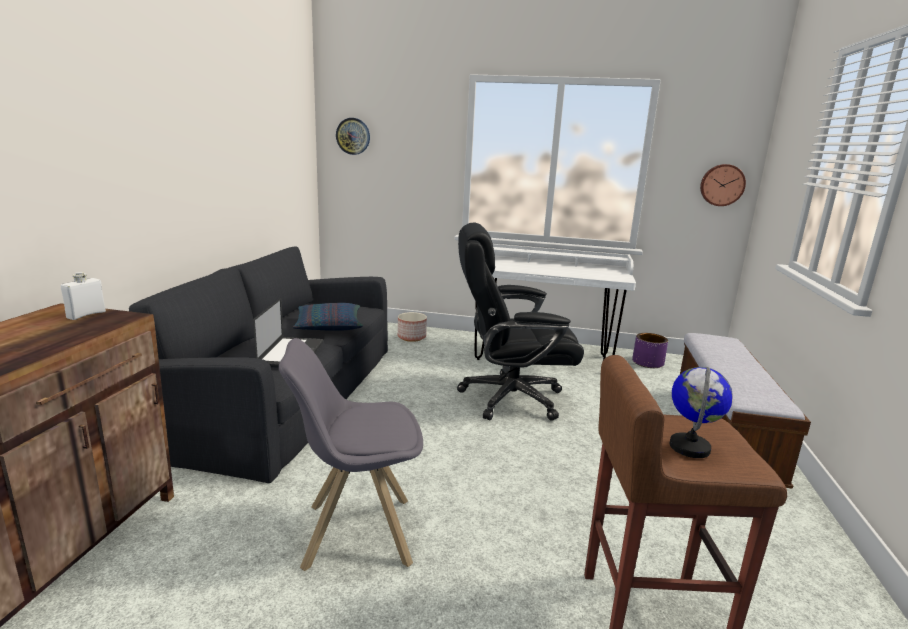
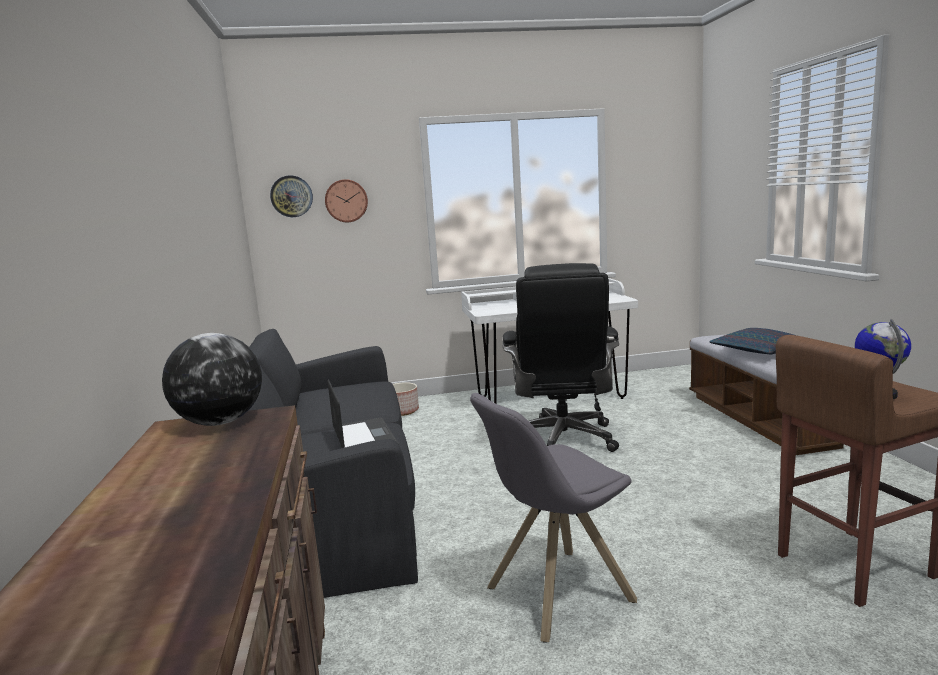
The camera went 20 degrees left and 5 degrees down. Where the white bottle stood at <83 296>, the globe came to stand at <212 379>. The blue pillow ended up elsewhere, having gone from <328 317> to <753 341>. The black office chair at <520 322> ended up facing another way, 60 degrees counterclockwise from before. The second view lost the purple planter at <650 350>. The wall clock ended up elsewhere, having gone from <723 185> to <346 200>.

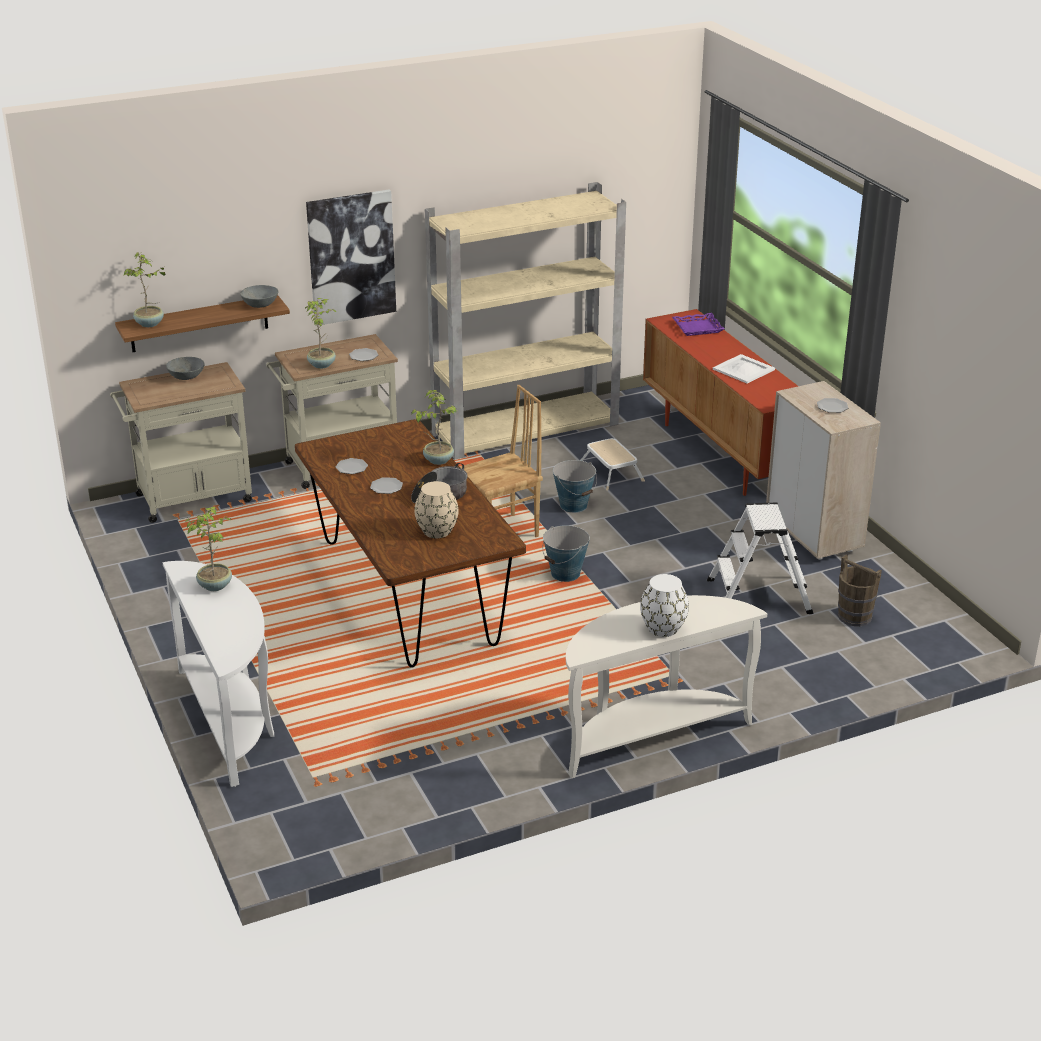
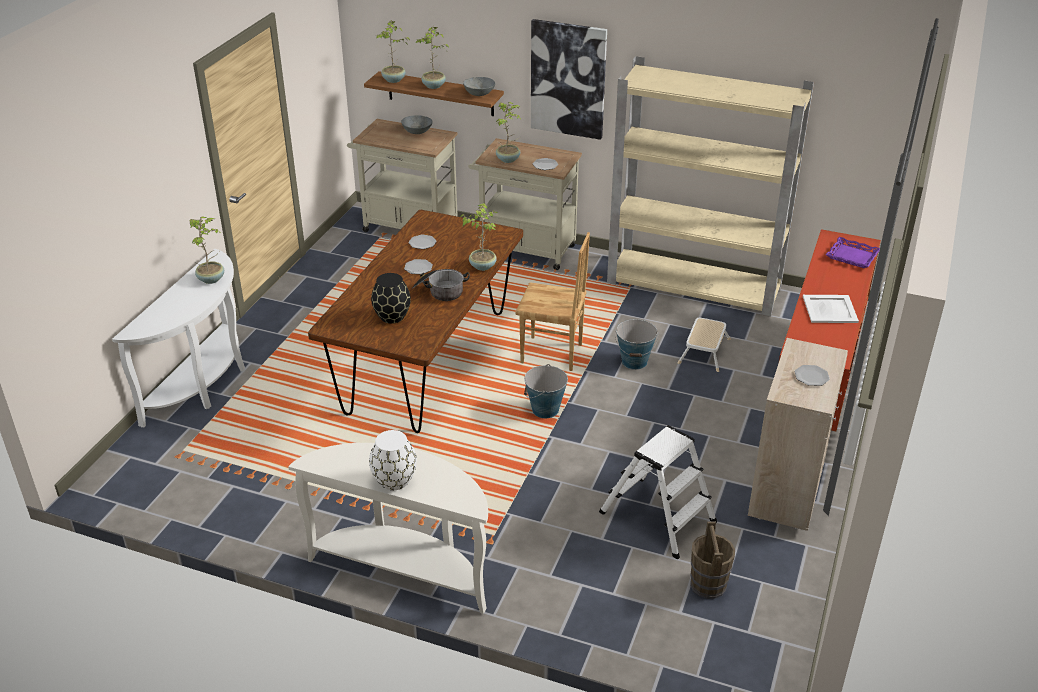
The camera went 45 degrees right and 5 degrees up. What was the beige vase at <436 509> turned into the black vase at <391 298>. The second view gained the potted plant at <432 57>.

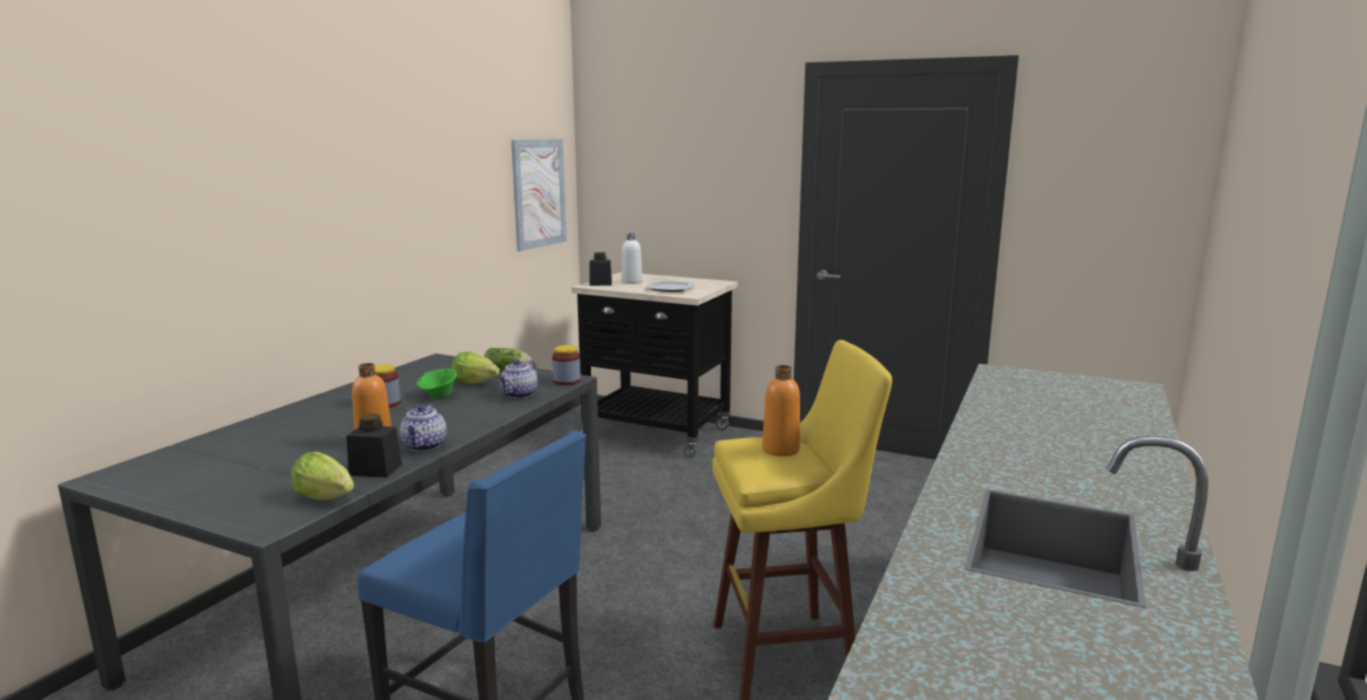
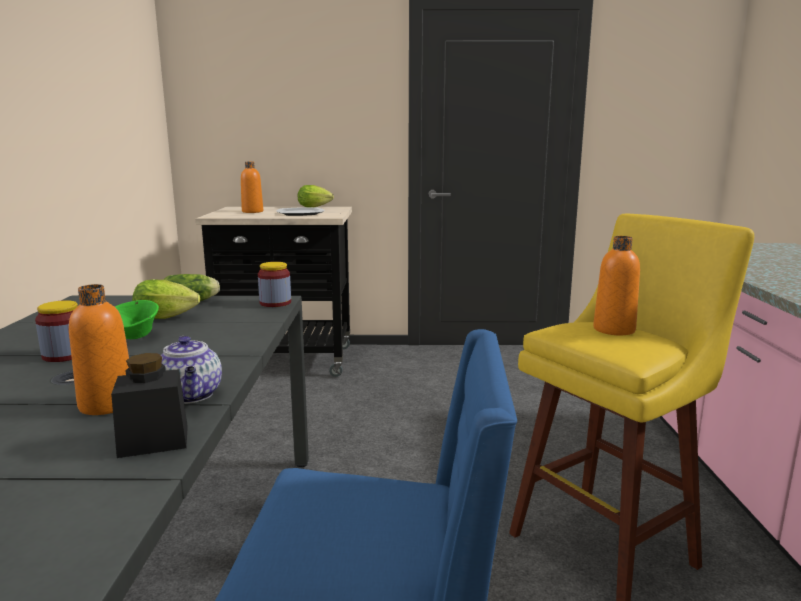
The camera went 25 degrees left and 0 degrees up. The lettuce ended up elsewhere, having gone from <322 476> to <316 196>. The second view lost the teapot at <518 378>. The second view lost the picture at <539 195>. The second view lost the black jar at <600 269>. What was the white bottle at <631 258> turned into the orange bottle at <252 187>.

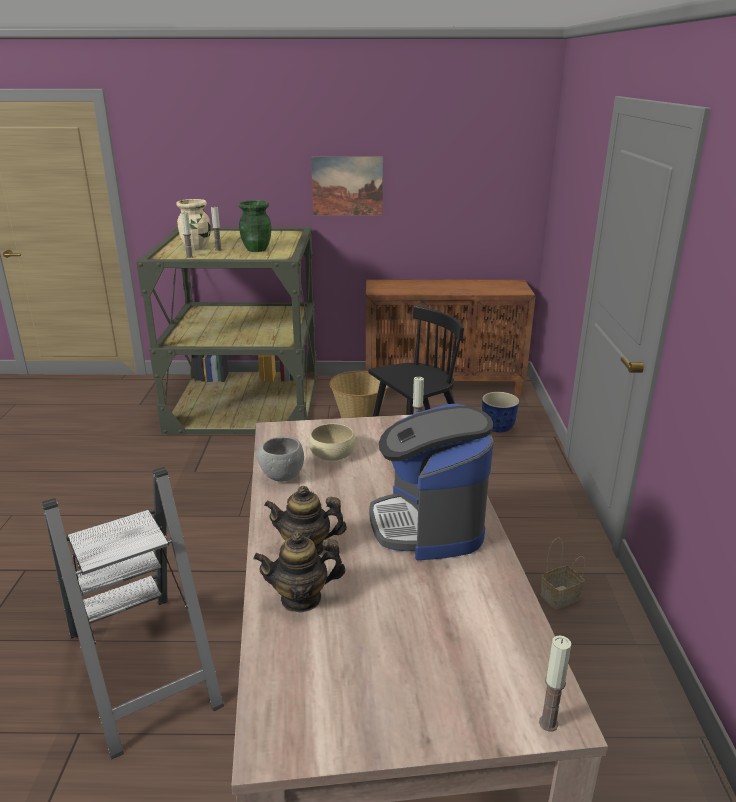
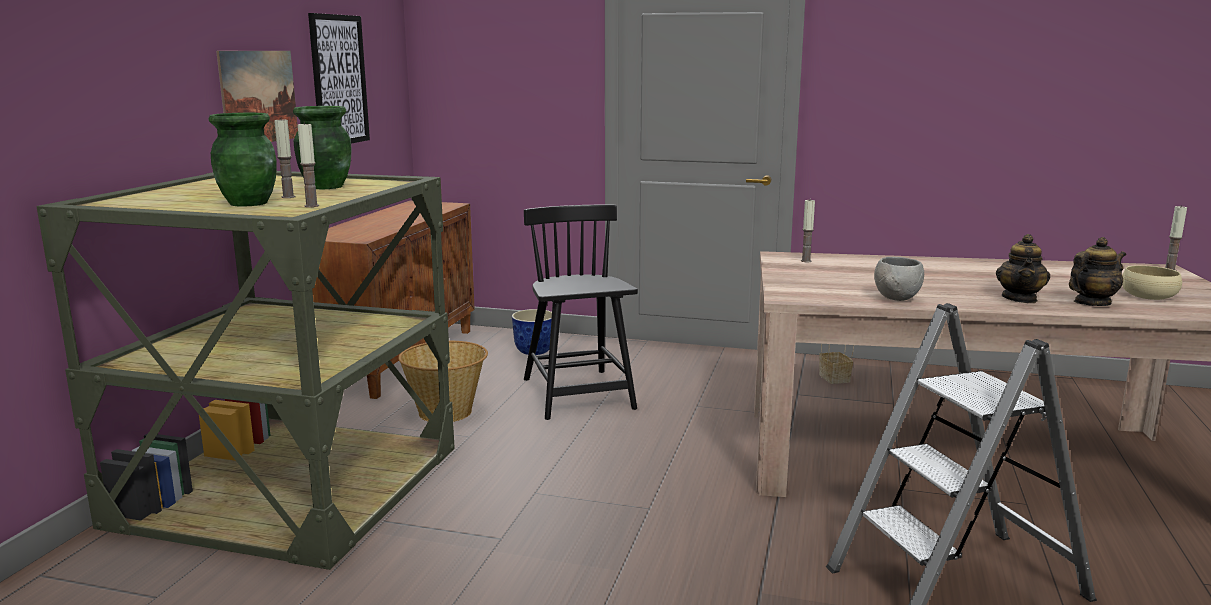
The camera went 75 degrees left and 10 degrees down. What was the beige vase at <193 224> turned into the green vase at <243 159>. The teapot at <299 572> ended up facing another way, 120 degrees counterclockwise from before. The beige bowl ended up elsewhere, having gone from <332 442> to <1152 282>. The second view lost the coffee machine at <431 482>. The second view gained the picture at <339 78>.

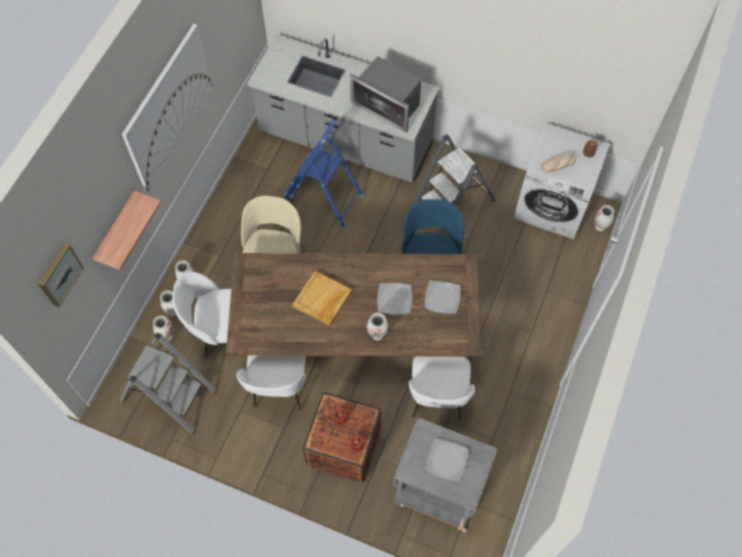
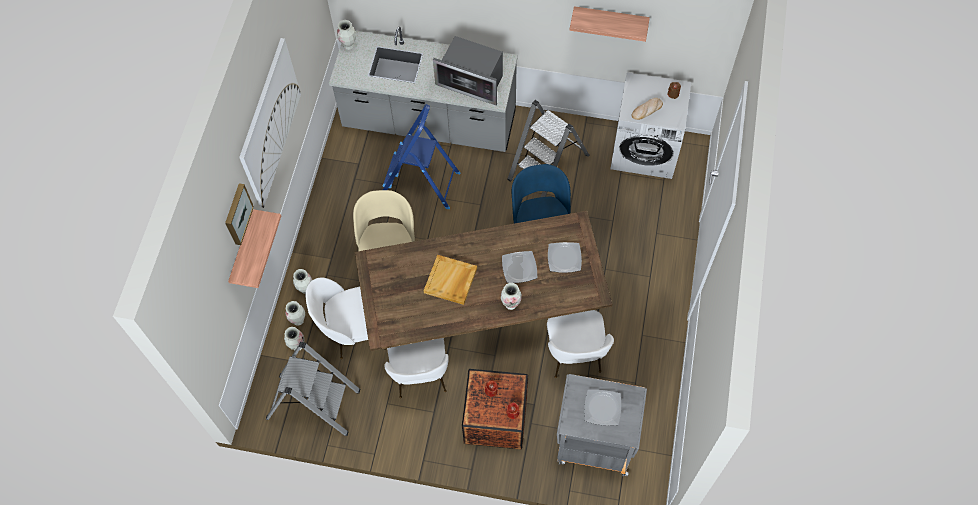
The camera went 10 degrees left and 0 degrees up. The picture ended up elsewhere, having gone from <61 275> to <239 214>. The vase ended up elsewhere, having gone from <604 218> to <346 35>. The second view gained the shelf at <610 24>.

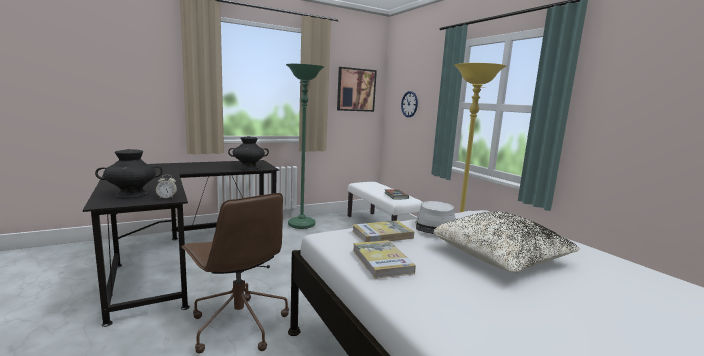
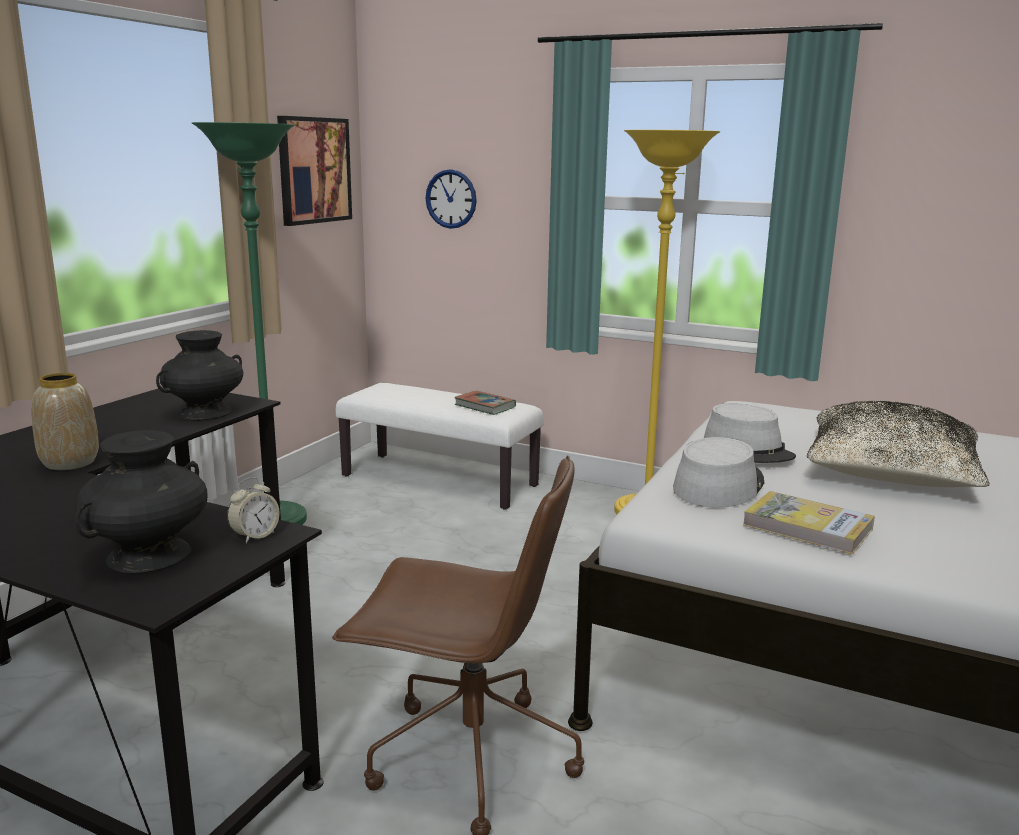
The camera went 35 degrees left and 5 degrees up. Where the book stood at <383 231>, the grey hat came to stand at <718 472>. The second view gained the vase at <65 421>.

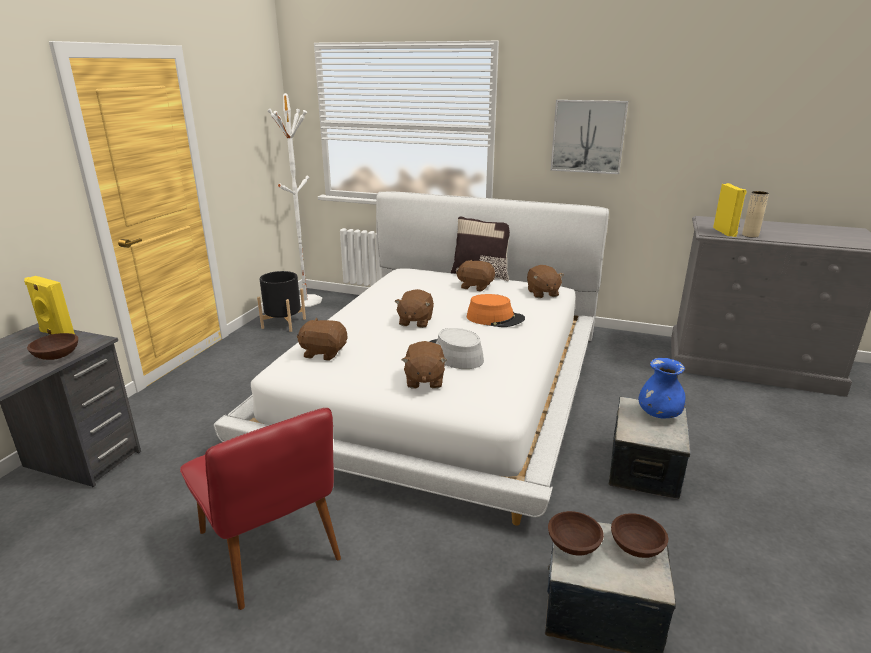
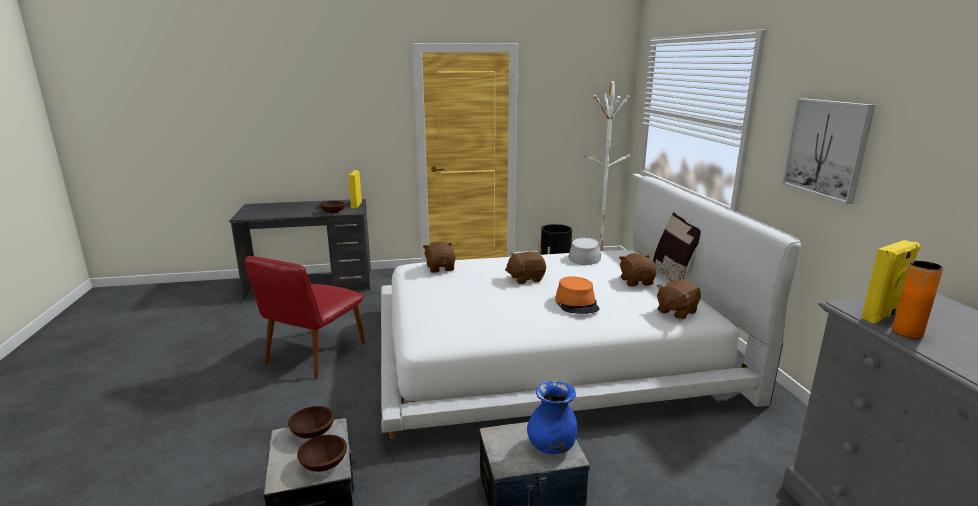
The camera went 60 degrees right and 5 degrees down. The second view lost the brown plush toy at <424 365>. The grey hat ended up elsewhere, having gone from <456 348> to <584 251>. What was the beige vase at <755 214> turned into the orange vase at <917 299>.

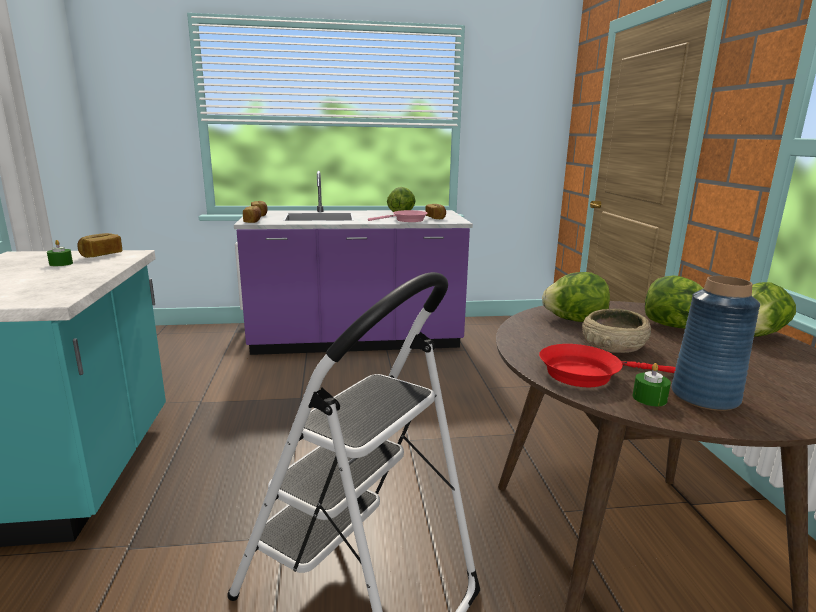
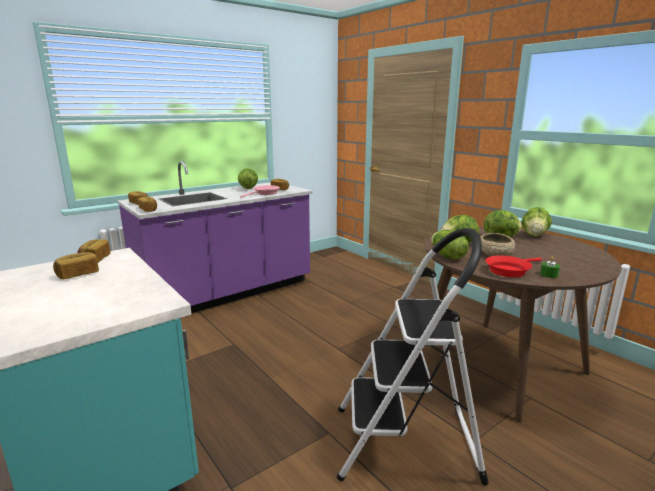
The camera went 30 degrees left and 0 degrees up. Where the green candle stood at <60 253>, the bread came to stand at <76 265>. The second view lost the blue vase at <715 343>. The second view gained the lettuce at <450 245>.

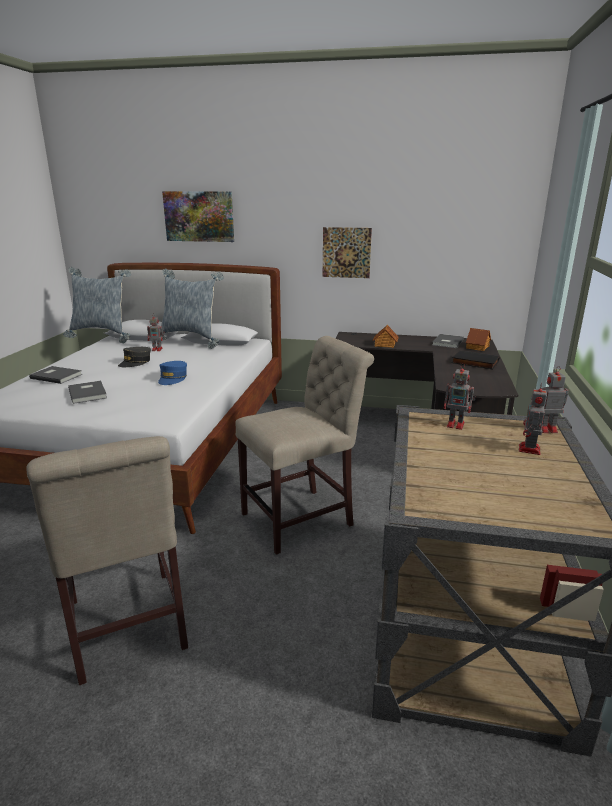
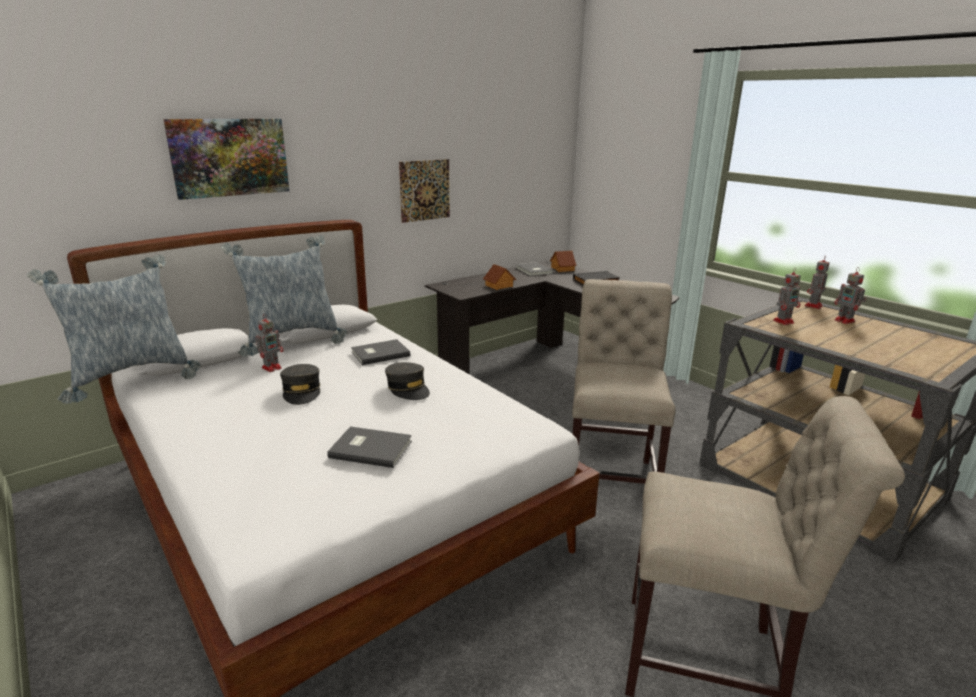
The camera went 50 degrees left and 0 degrees up. The grey book ended up elsewhere, having gone from <56 375> to <380 352>. What was the blue cap at <172 373> turned into the grey cap at <407 381>.

